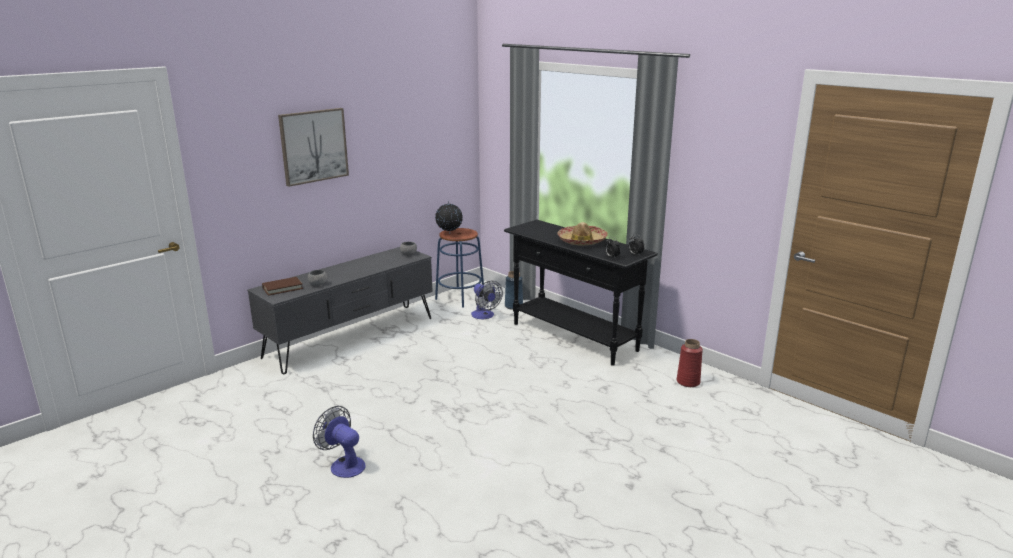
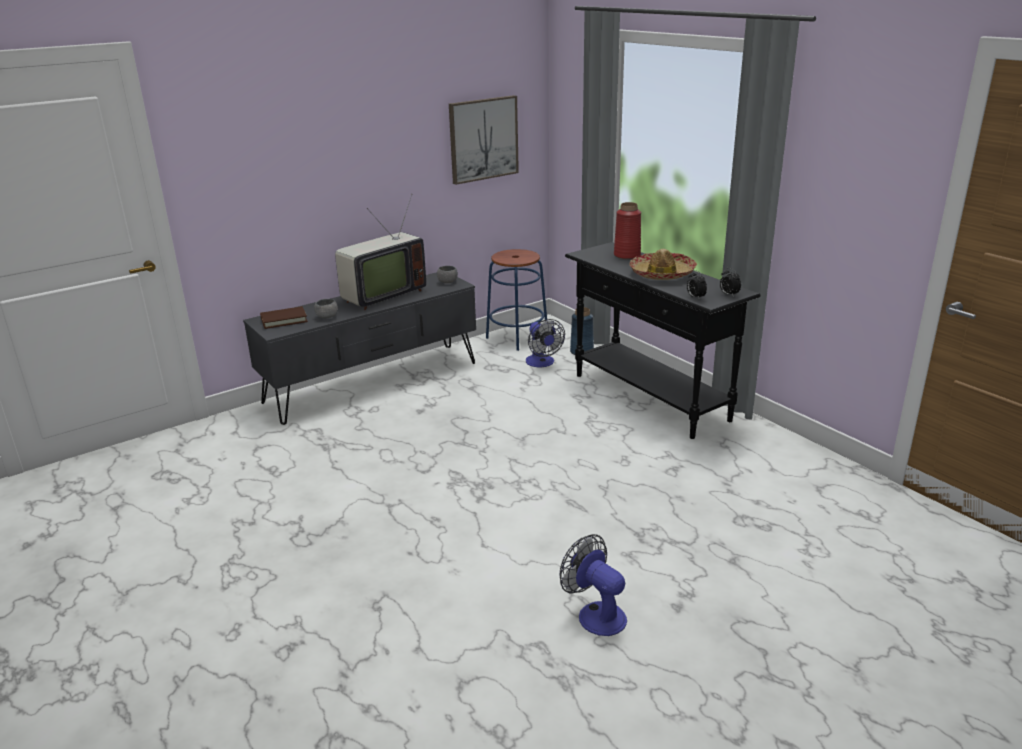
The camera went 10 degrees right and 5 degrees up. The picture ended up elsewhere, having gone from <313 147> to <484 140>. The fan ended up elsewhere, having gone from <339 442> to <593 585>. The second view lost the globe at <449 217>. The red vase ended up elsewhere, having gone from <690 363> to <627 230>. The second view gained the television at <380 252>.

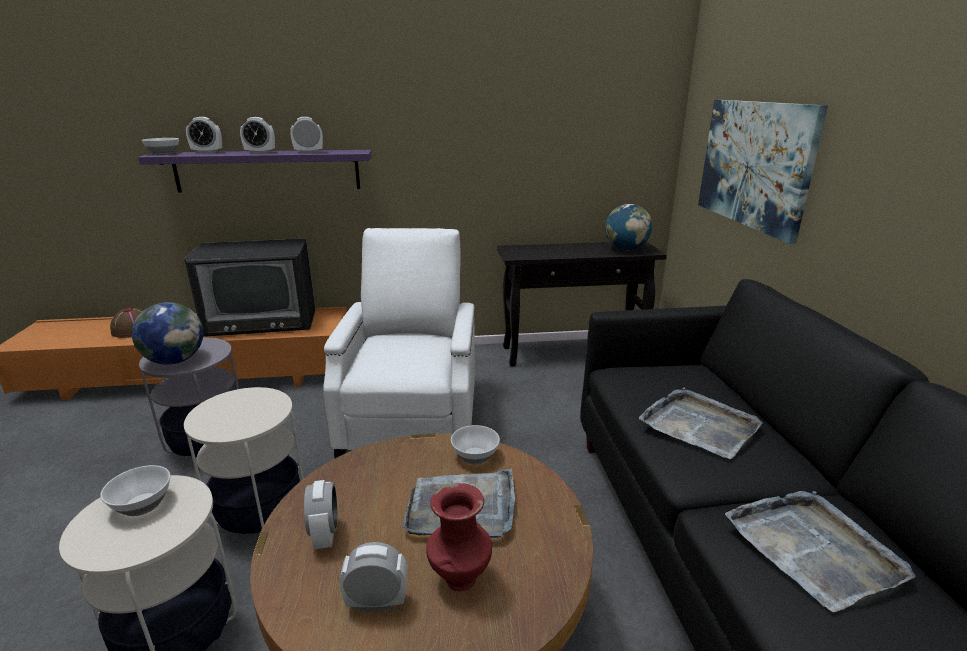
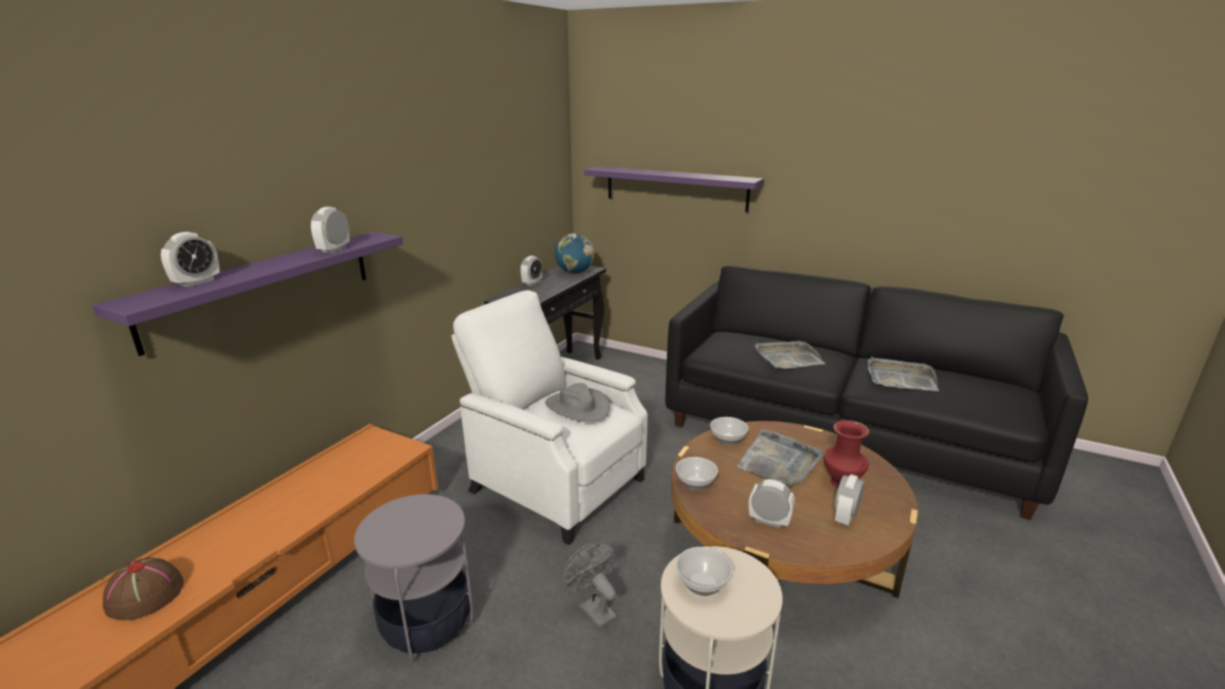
The camera went 55 degrees left and 0 degrees up. The second view lost the globe at <167 333>. The bowl ended up elsewhere, having gone from <160 146> to <697 473>. The second view lost the television at <249 288>. Where the beige side table stood at <244 460>, the grey fan came to stand at <589 585>. The alarm clock ended up elsewhere, having gone from <257 135> to <531 271>. Where the picture hung at <763 172>, the purple shelf came to hang at <674 189>. The second view gained the grey hat at <577 402>.

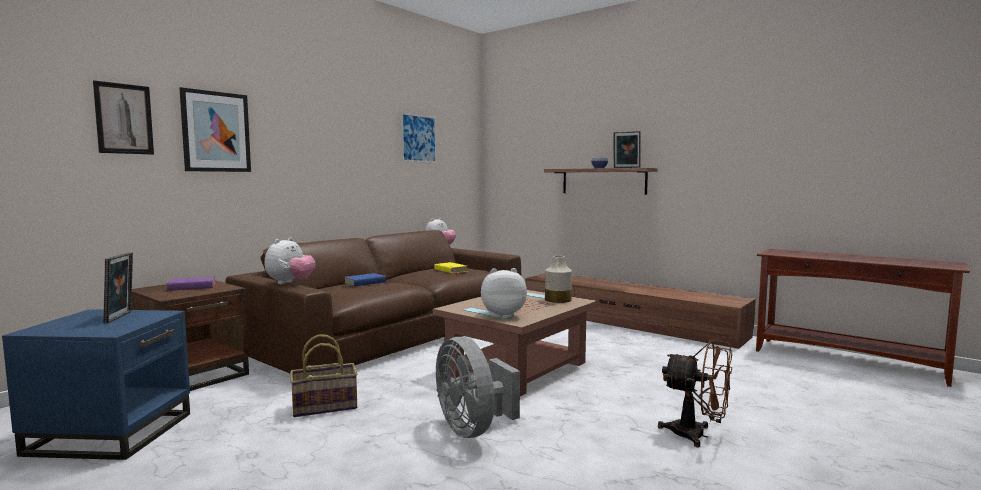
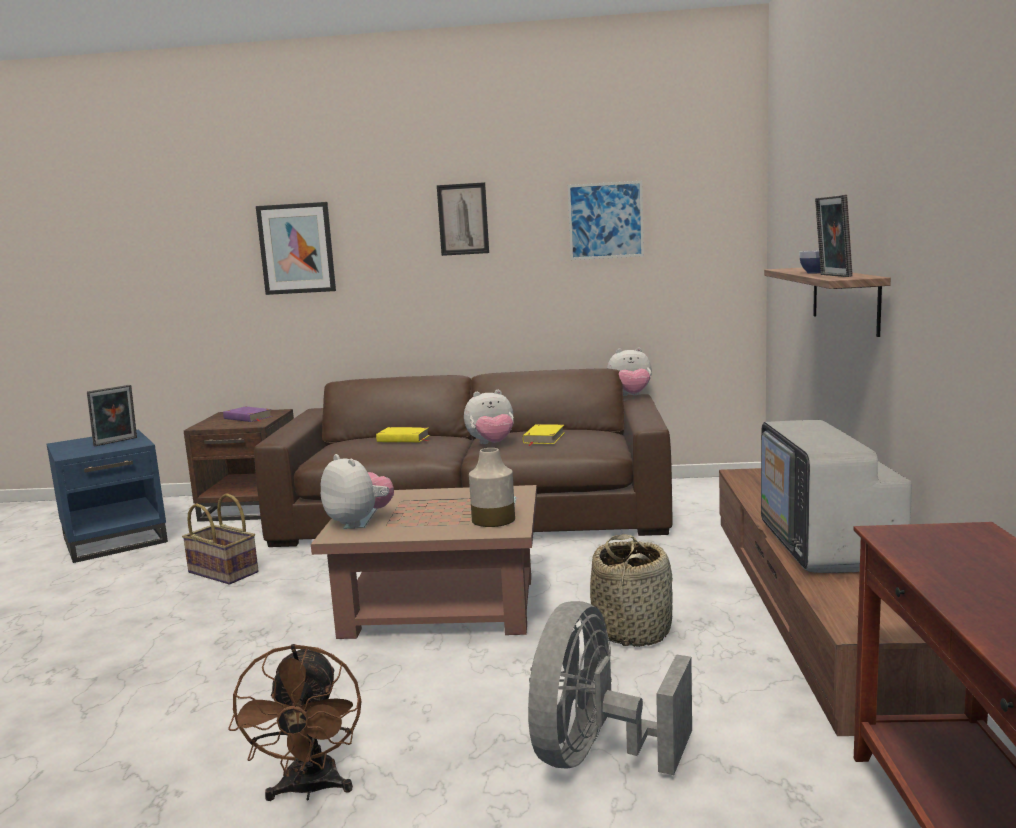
The camera went 55 degrees right and 5 degrees up. The picture ended up elsewhere, having gone from <123 117> to <463 219>. The plush toy ended up elsewhere, having gone from <290 260> to <489 417>. What was the blue book at <365 279> turned into the yellow book at <402 434>. The grey fan ended up elsewhere, having gone from <478 387> to <610 688>. The second view gained the basket at <631 590>. The second view gained the television at <836 496>.

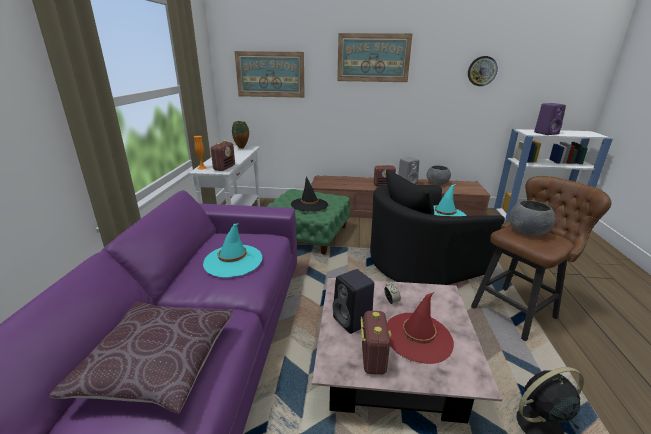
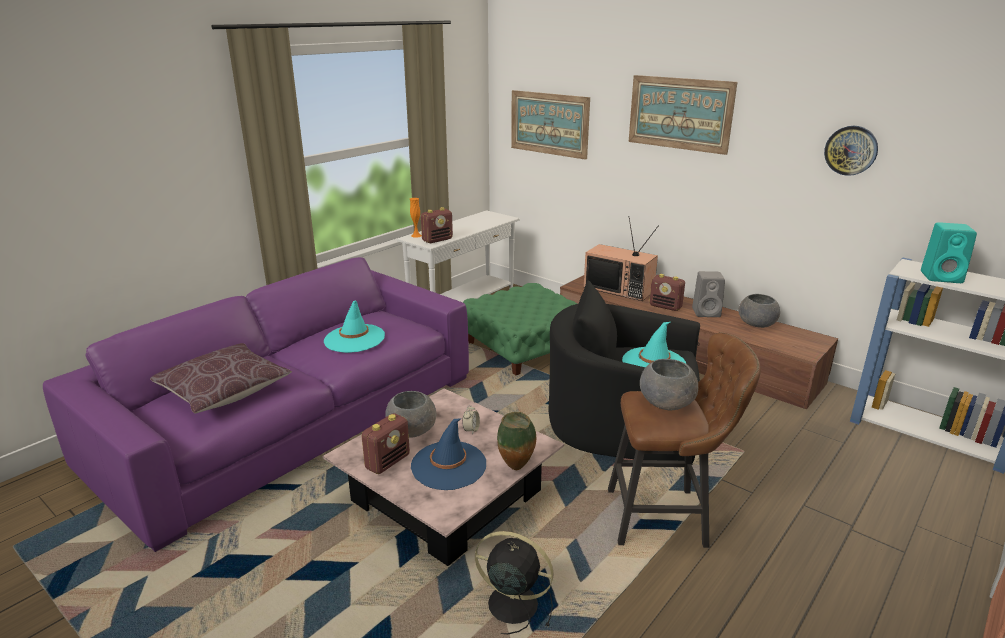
The camera went 35 degrees right and 0 degrees up. The vase ended up elsewhere, having gone from <240 134> to <516 441>. The second view lost the black hat at <309 193>. Where the black speaker stood at <353 301>, the grey bowl came to stand at <410 414>. What was the red hat at <420 328> turned into the blue hat at <448 454>. What was the purple speaker at <550 119> turned into the turquoise speaker at <949 252>. The second view gained the television at <621 259>.

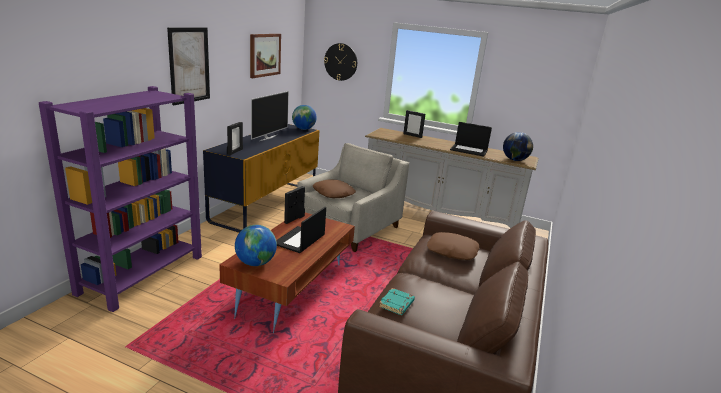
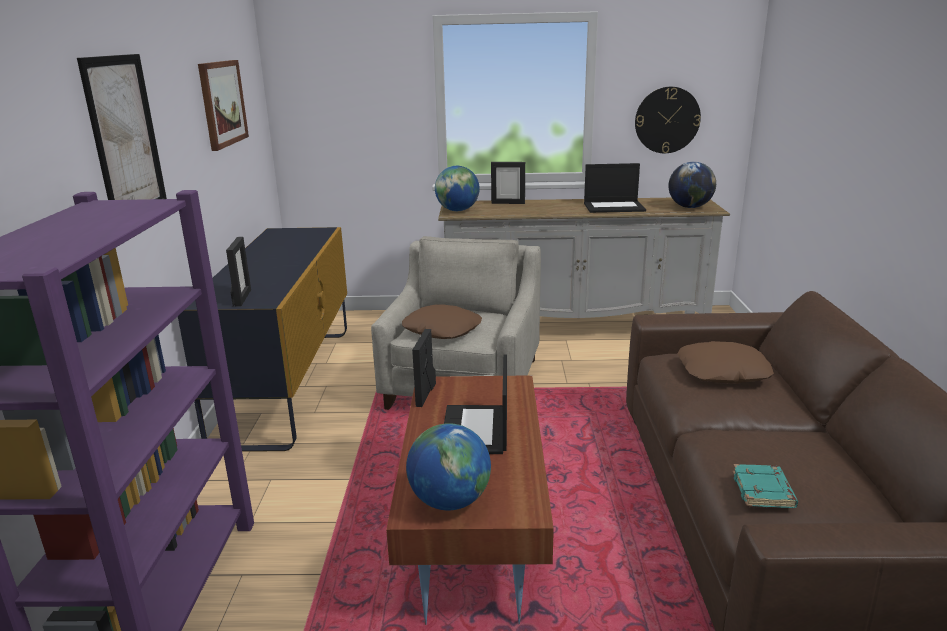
The camera went 20 degrees left and 0 degrees up. The second view lost the television at <270 116>. The globe ended up elsewhere, having gone from <304 117> to <457 188>. The wall clock ended up elsewhere, having gone from <340 62> to <668 120>.

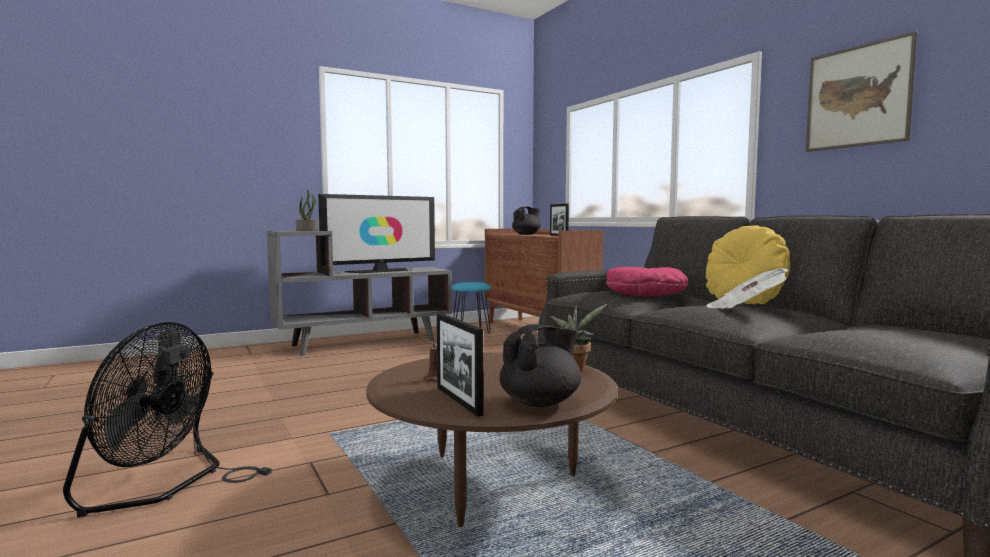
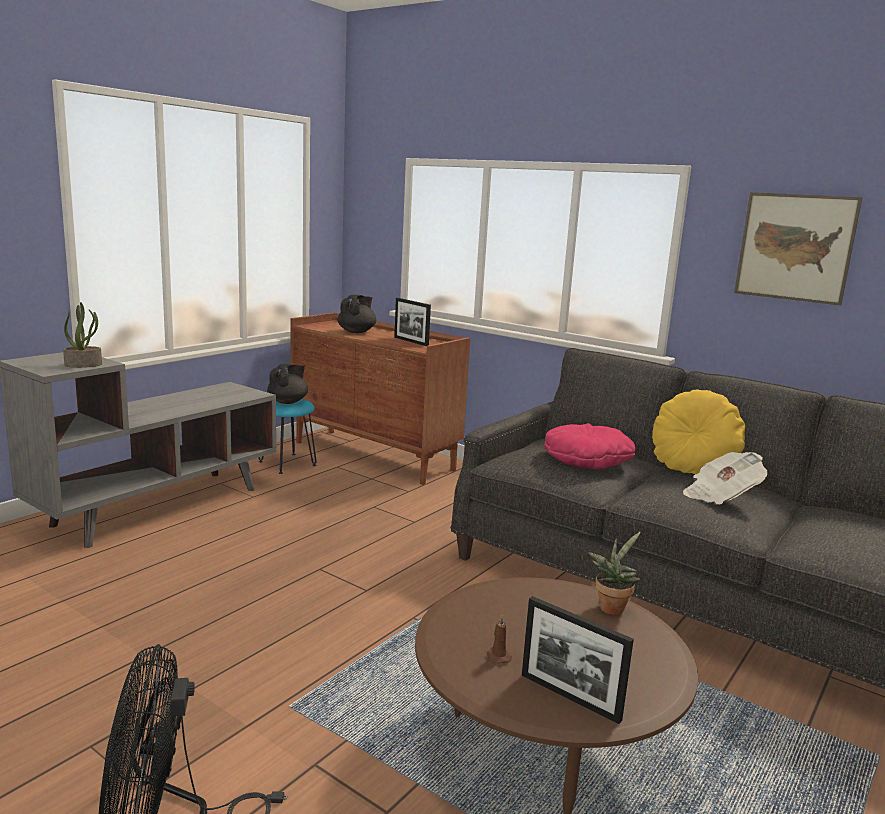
The camera went 25 degrees left and 10 degrees up. The second view lost the television at <376 233>. The black teapot ended up elsewhere, having gone from <540 365> to <287 384>.

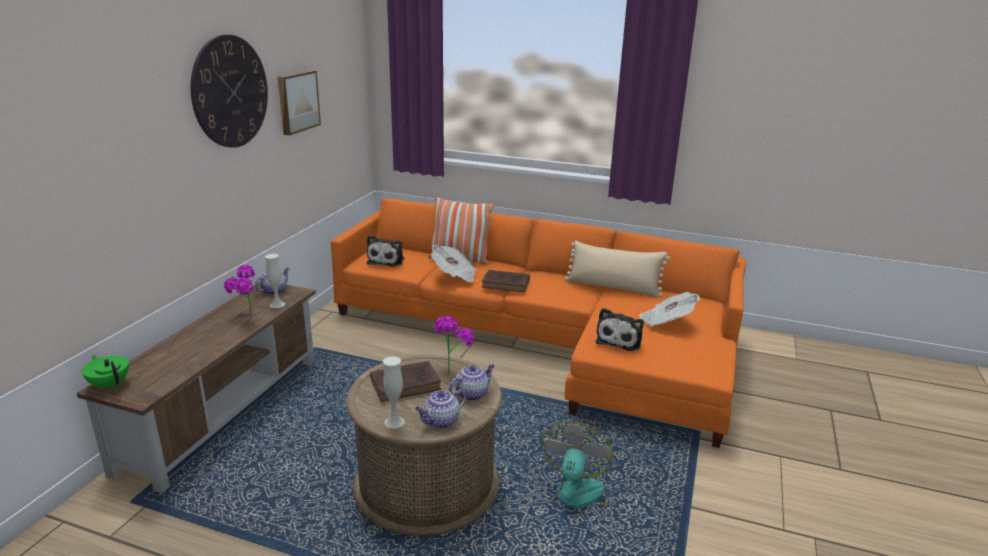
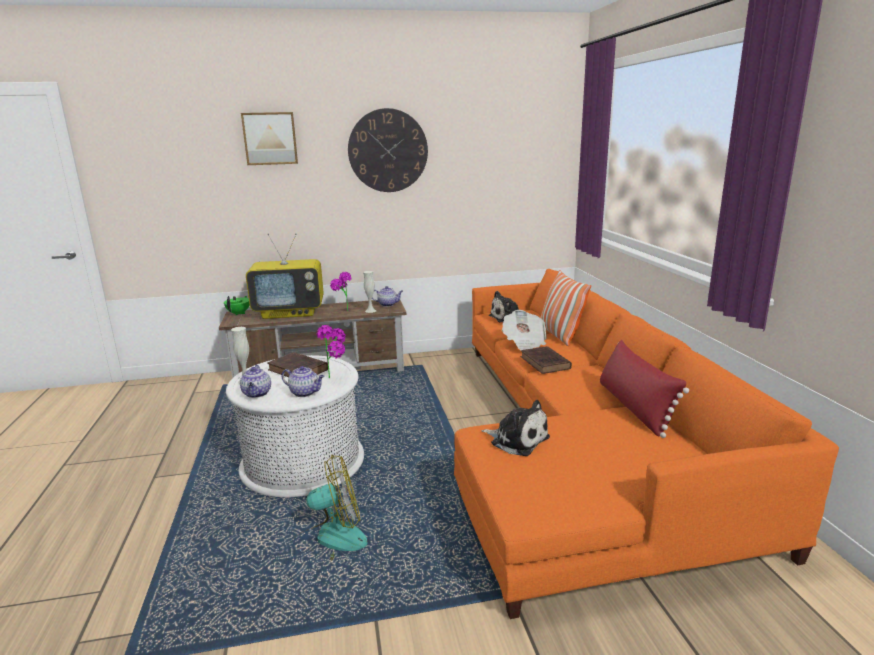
The camera went 60 degrees right and 5 degrees down. The picture ended up elsewhere, having gone from <299 102> to <269 138>. What was the brown coffee table at <424 445> turned into the white coffee table at <295 426>. The teapot at <441 408> ended up facing another way, 120 degrees counterclockwise from before. What was the beige pillow at <617 268> turned into the red pillow at <644 389>. The plush toy at <620 329> ended up facing another way, 135 degrees counterclockwise from before. The second view lost the newspaper at <669 309>. The second view gained the television at <285 276>.

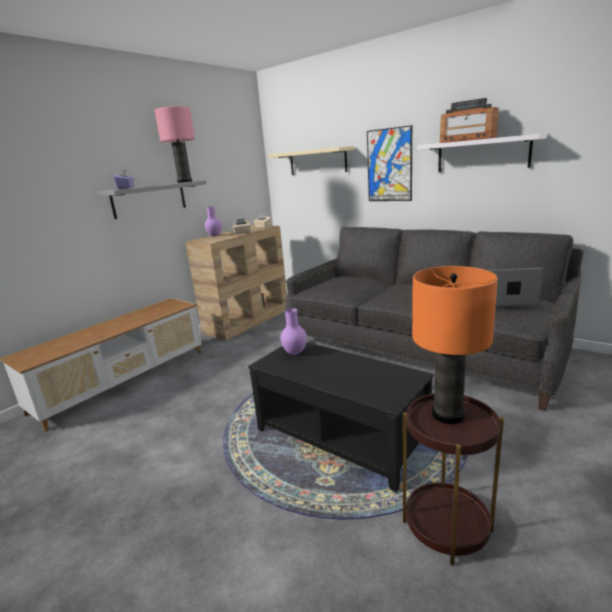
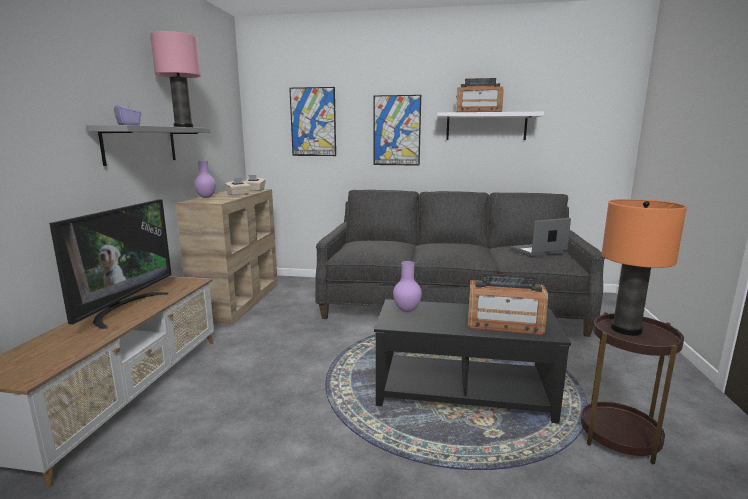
The camera went 30 degrees left and 5 degrees down. Where the beige shelf hung at <311 160>, the picture came to hang at <312 121>. The second view gained the television at <110 264>. The second view gained the radio at <508 304>.

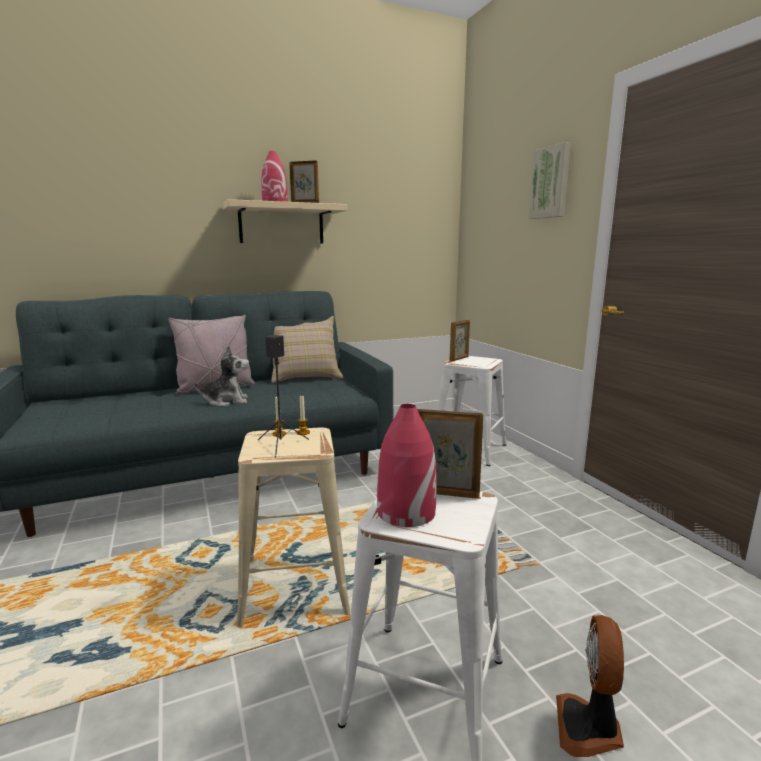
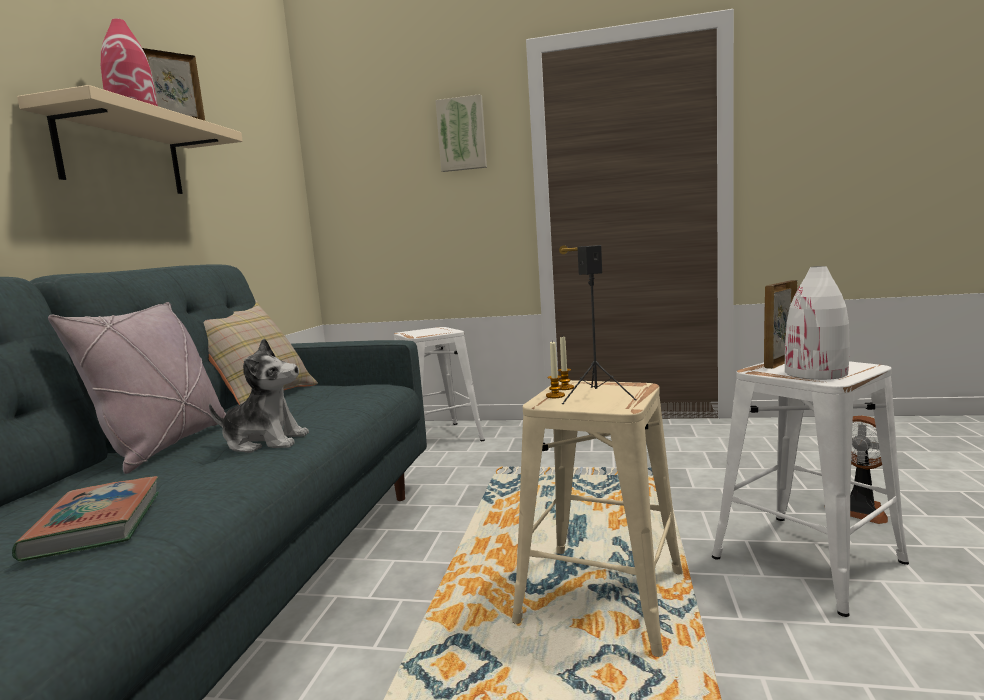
The camera went 55 degrees left and 5 degrees down. The plush toy at <221 376> ended up facing another way, 75 degrees clockwise from before. What was the red vase at <407 465> turned into the white vase at <817 323>. The second view lost the picture frame at <459 340>. The second view gained the book at <85 519>.

